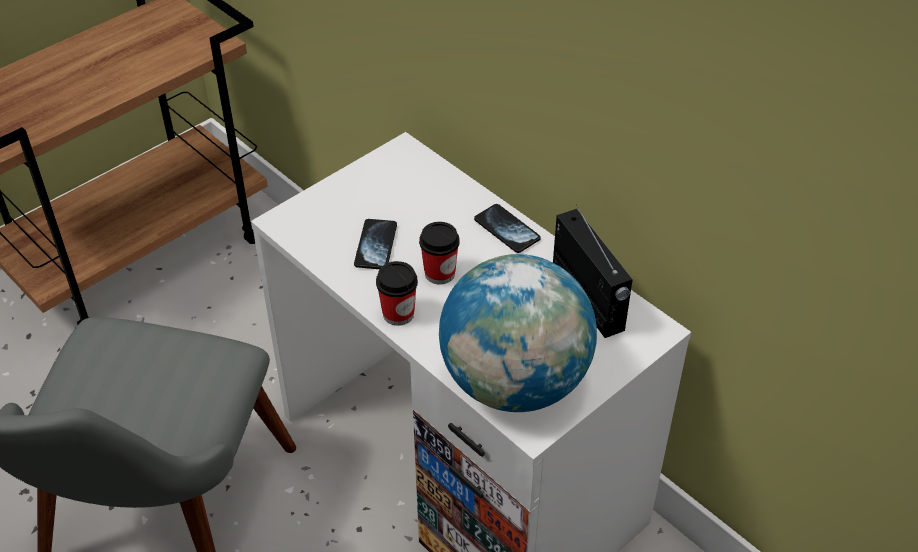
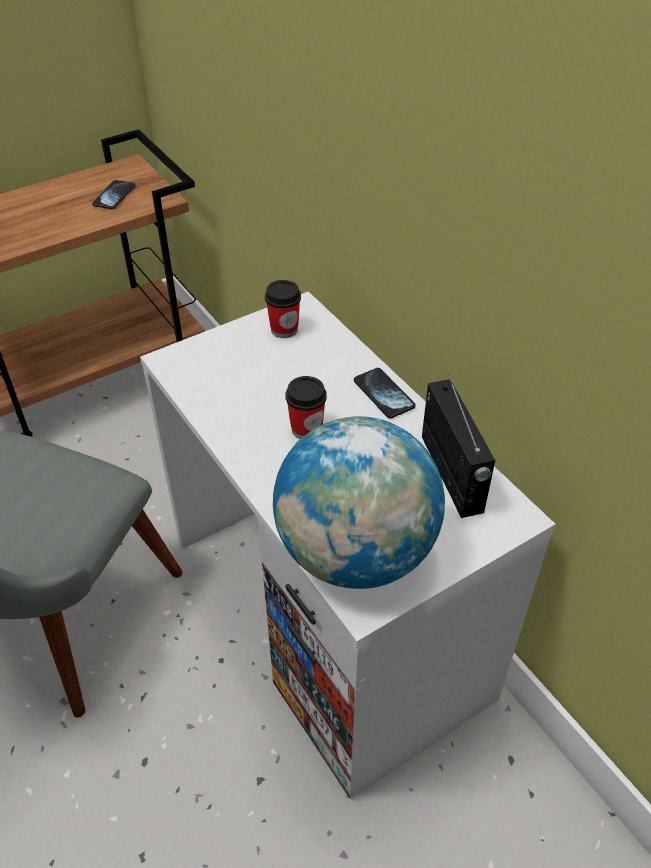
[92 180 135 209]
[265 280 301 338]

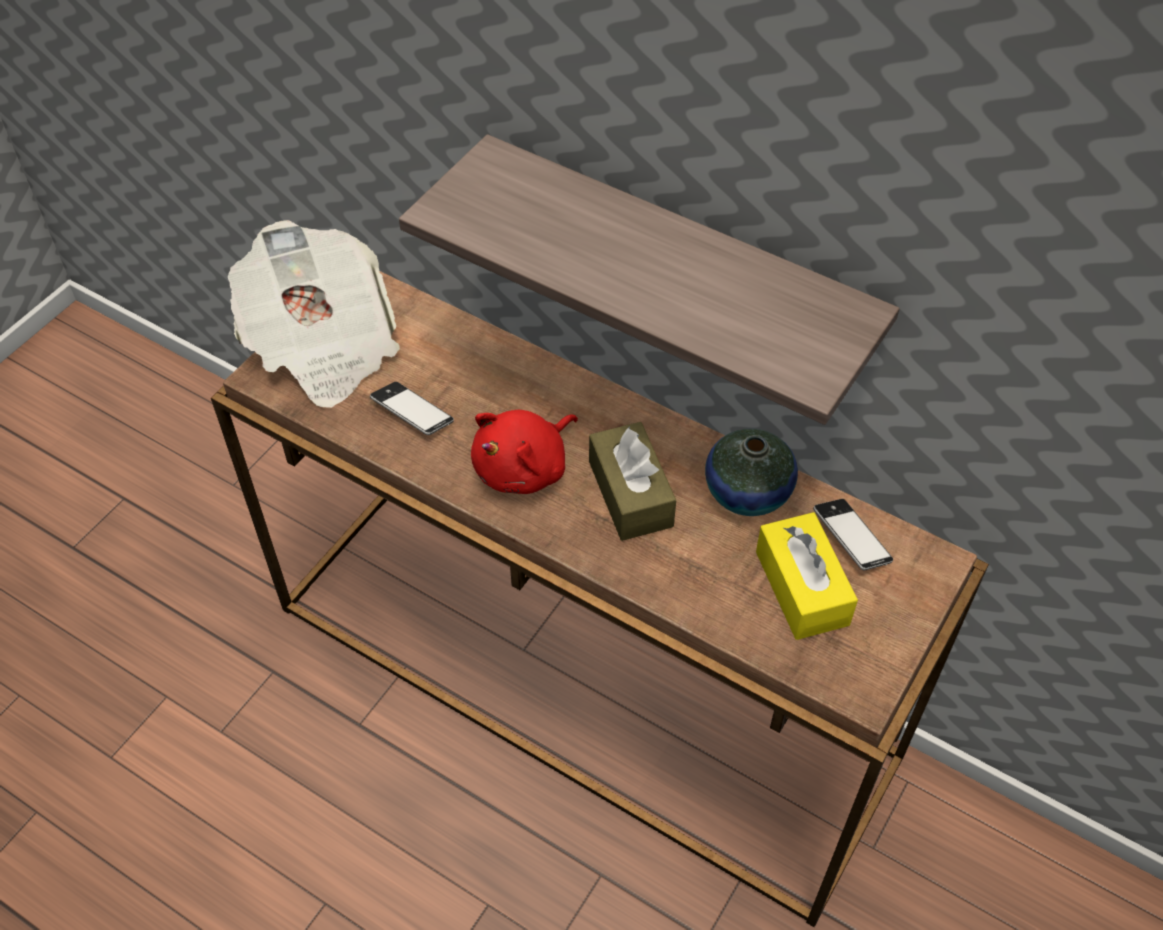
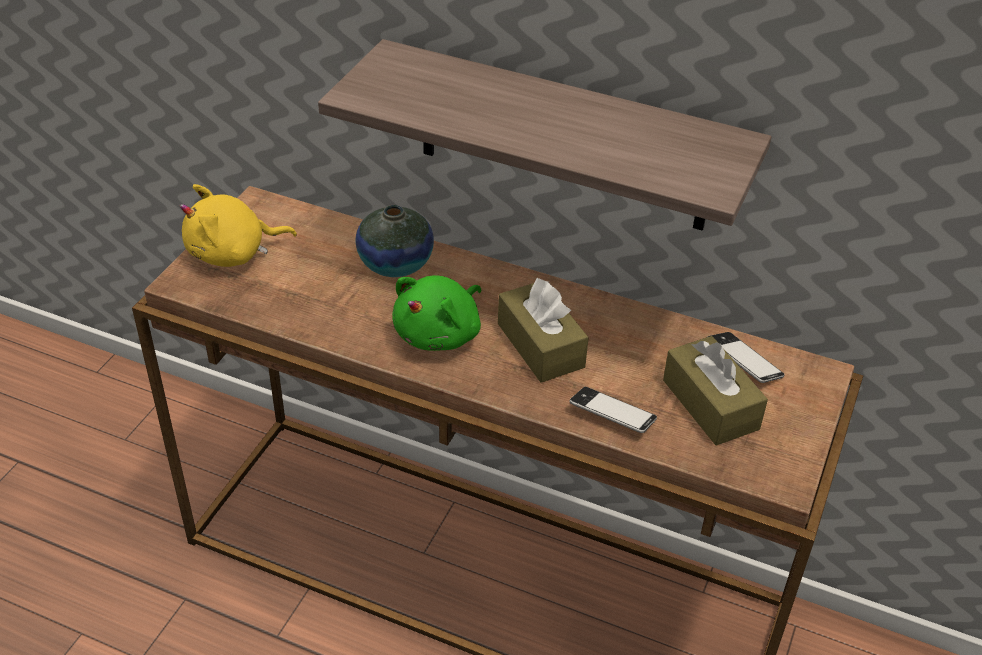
[569 387 657 433]
[356 205 434 277]
[180 184 297 267]
[392 275 481 351]
[663 336 768 445]

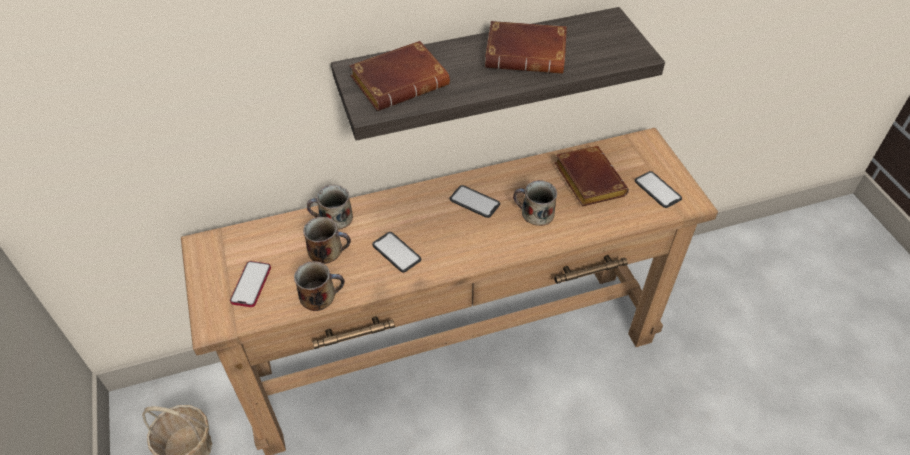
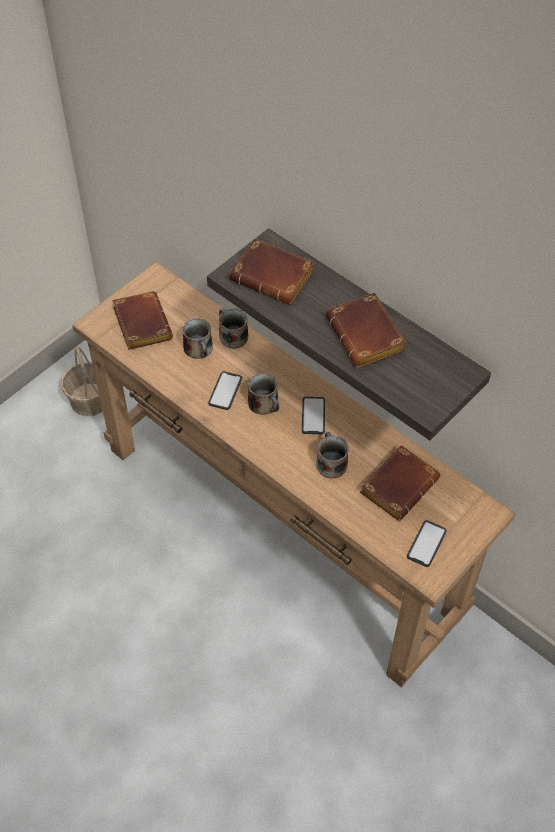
[248 373 279 415]
[113 291 173 350]

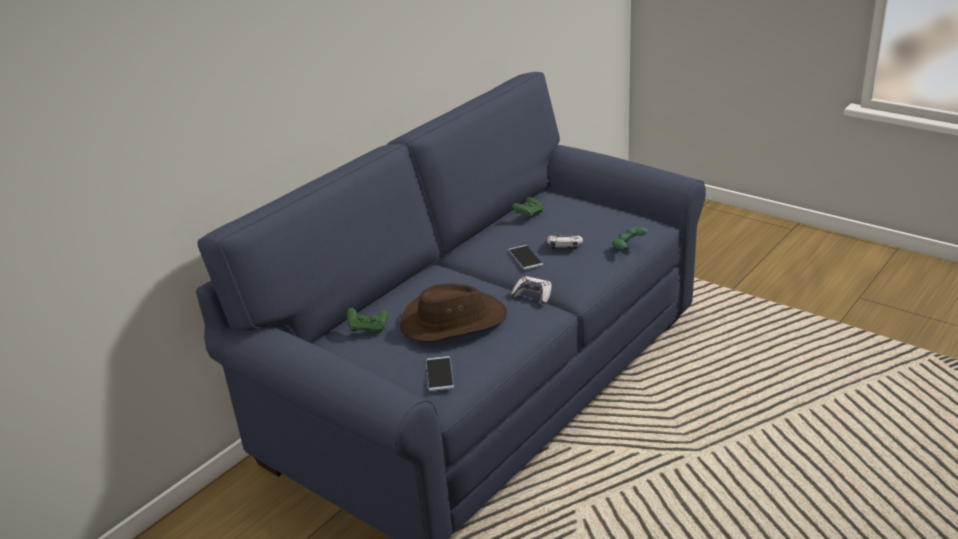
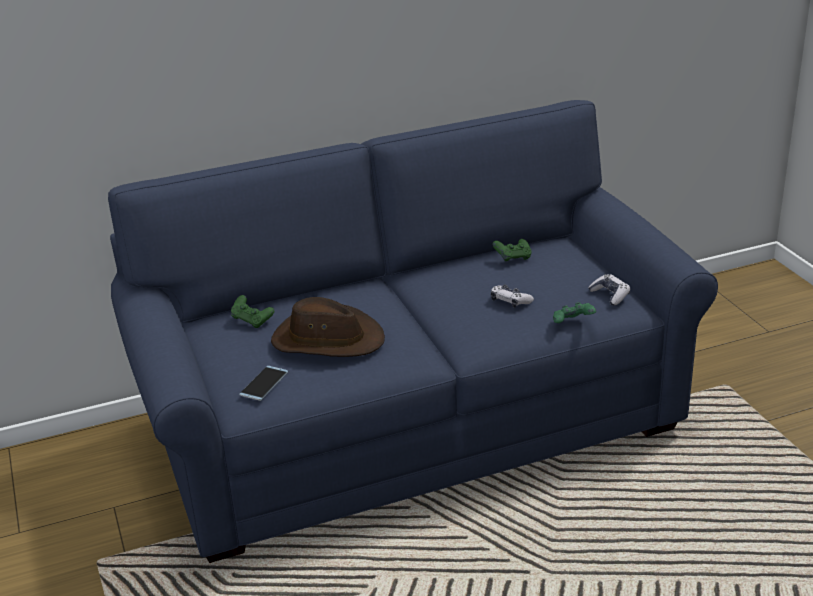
[508 245 543 270] (first image)
[588 274 630 306]

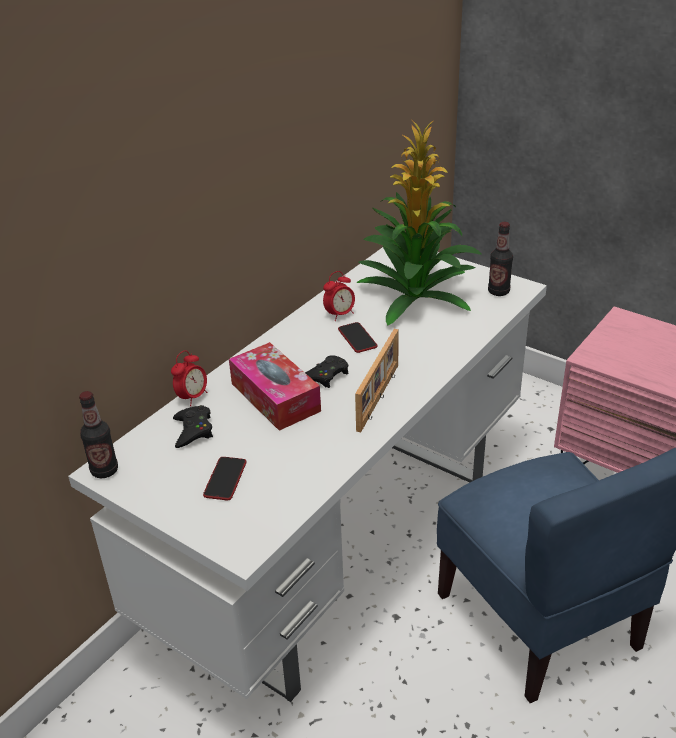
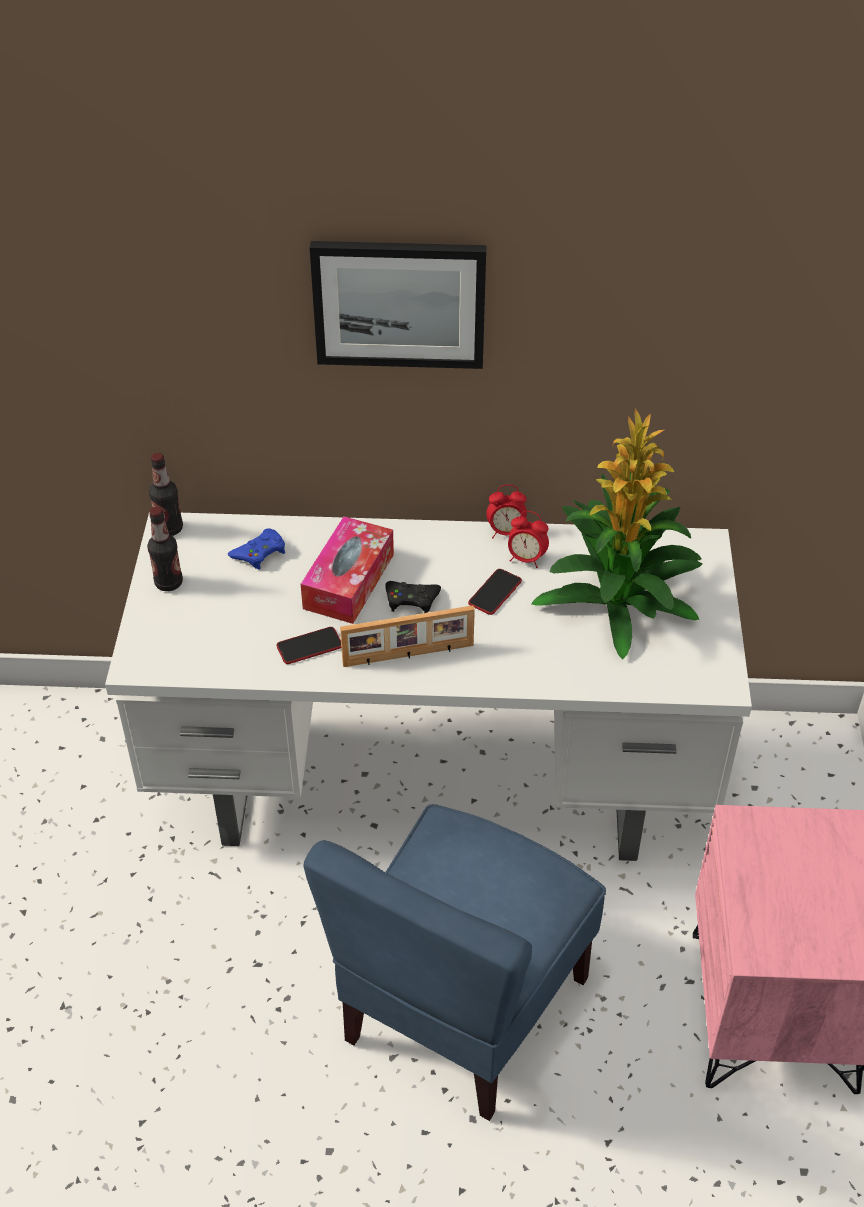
[310 241 487 369]
[486 485 527 538]
[276 627 341 664]
[147 507 183 591]
[228 528 285 570]

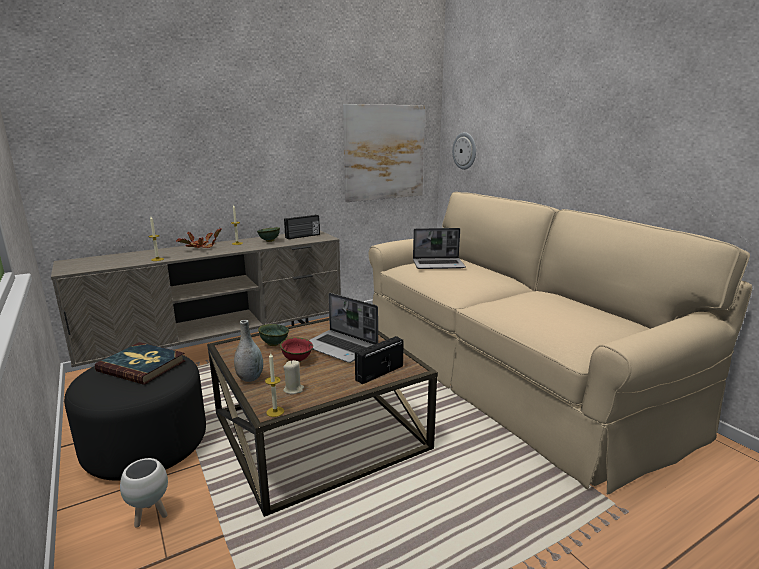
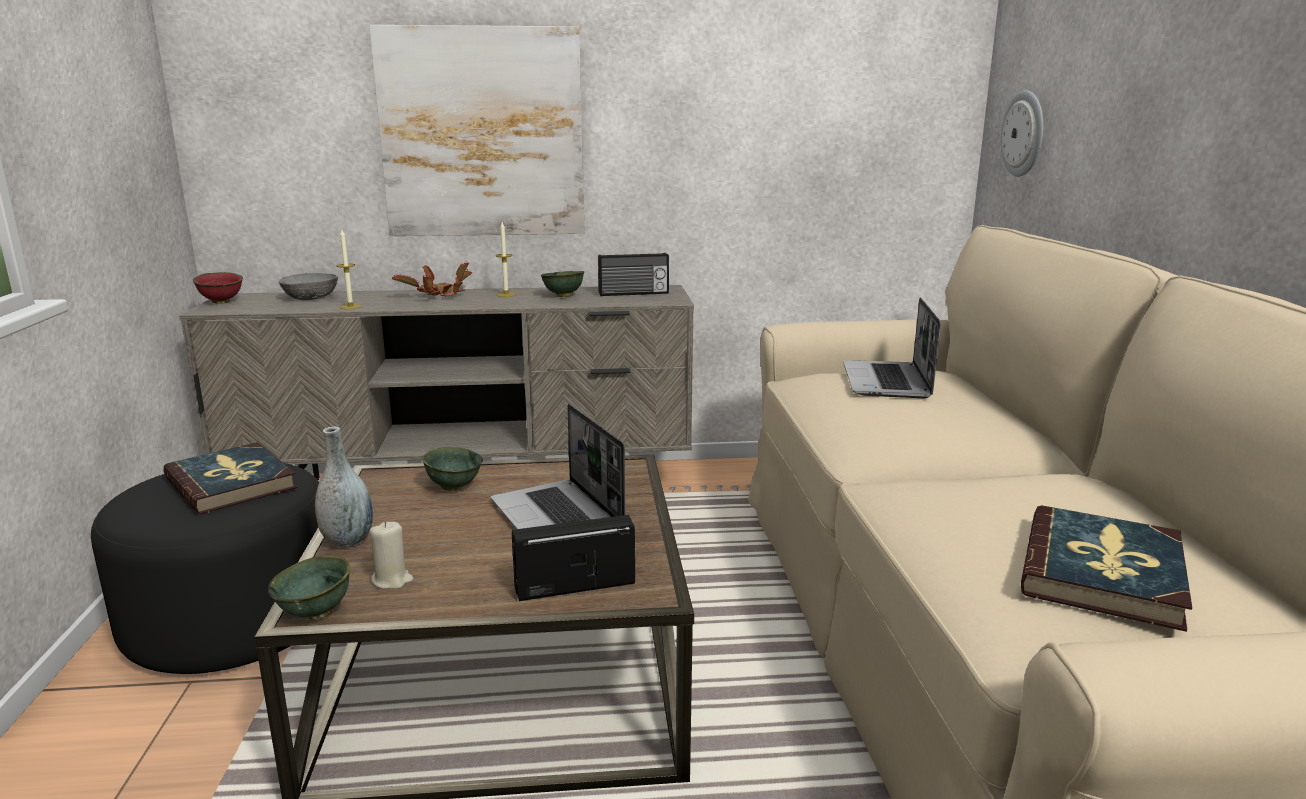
[120 458 168 528] (first image)
[279 273 338 300]
[1021 505 1192 632]
[193 272 243 304]
[369 25 585 236]
[268 556 350 620]
[843 297 940 398]

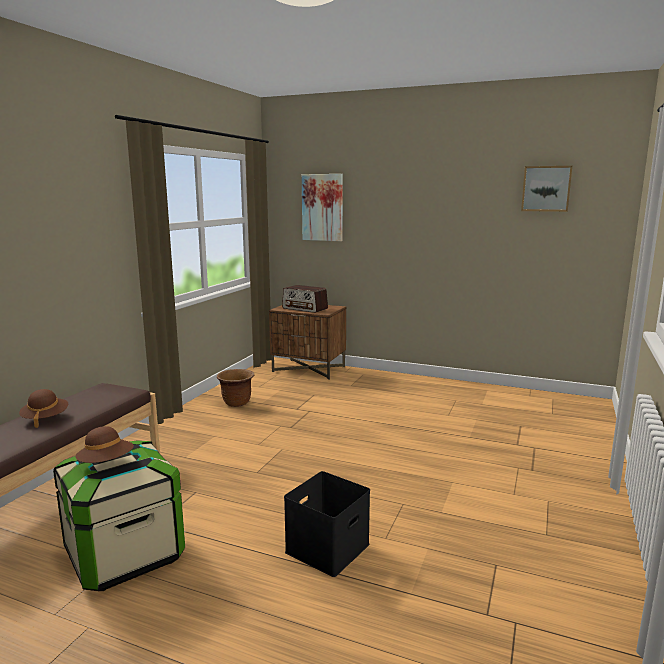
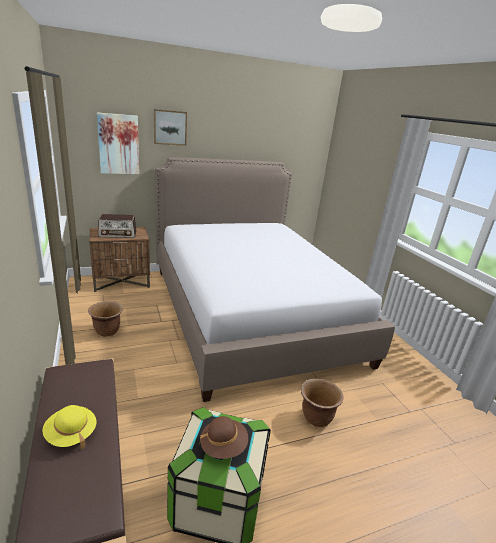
[155 157 395 402]
[154 109 187 146]
[301 379 343 427]
[42 405 97 449]

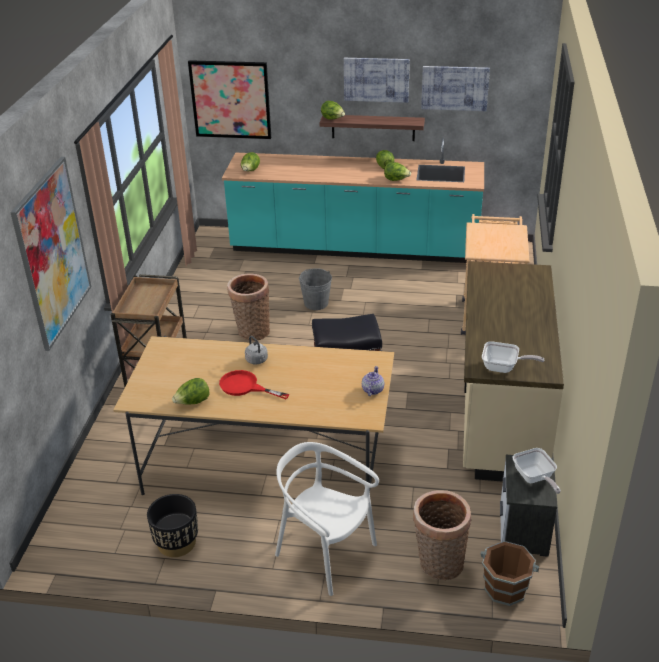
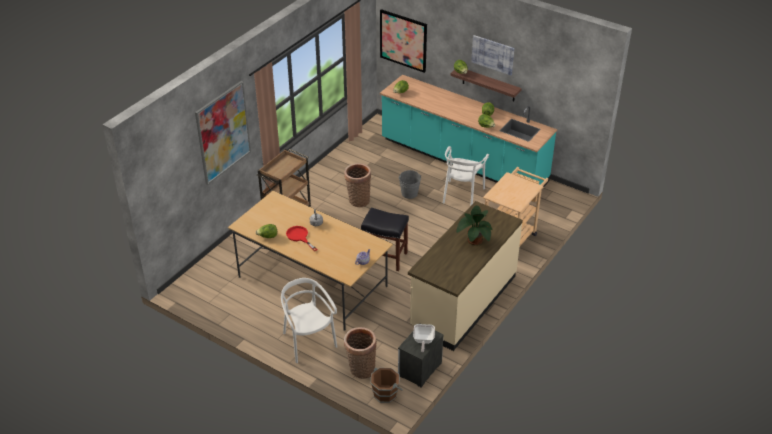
[147 494 198 557] (first image)
[421 66 490 111] (first image)
[482 341 544 373] (first image)
[443 146 489 206]
[456 205 492 245]

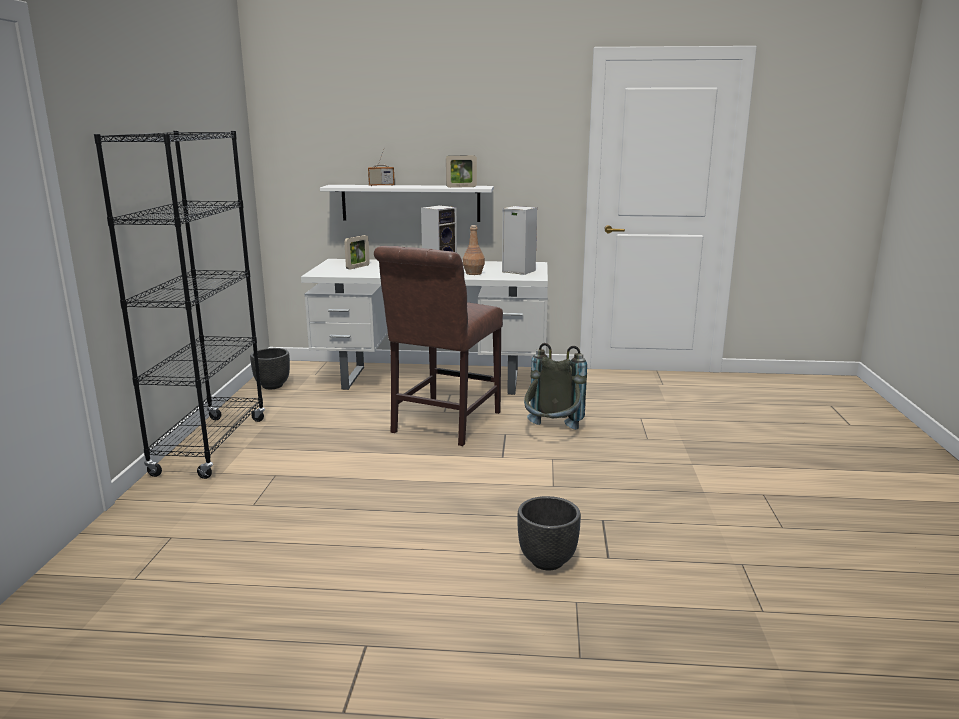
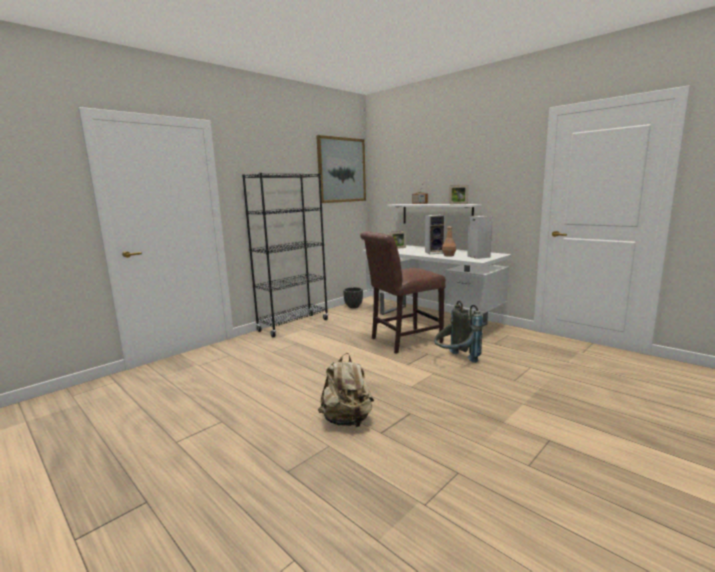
[316 135 366 203]
[318 353 374 427]

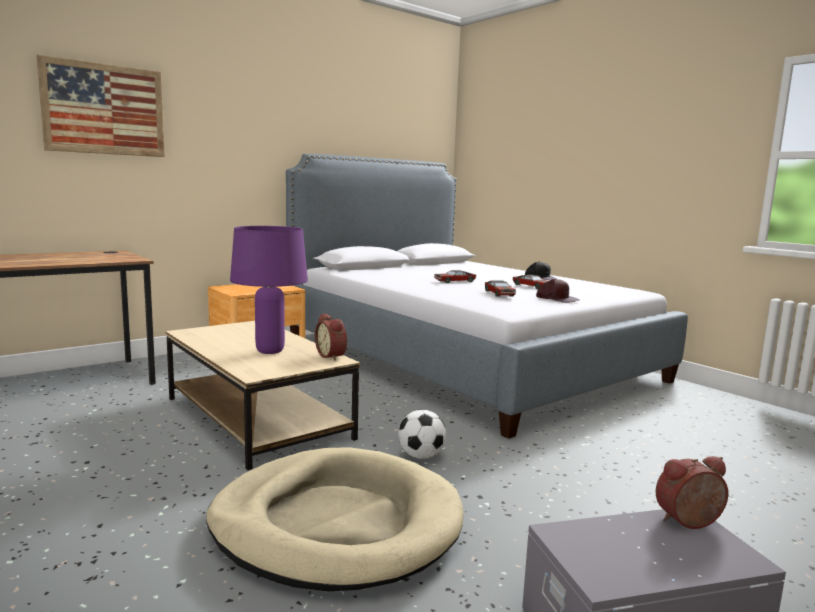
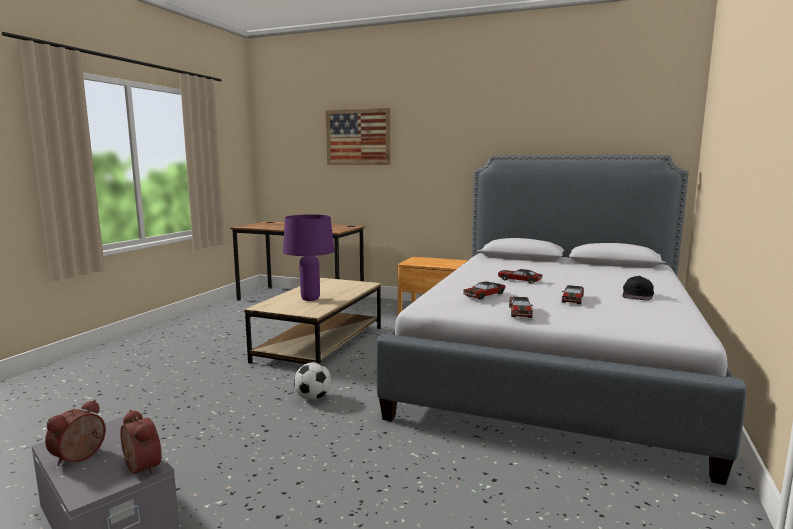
[206 447 463 591] (first image)
[45 400 106 466]
[509 297 533 318]

